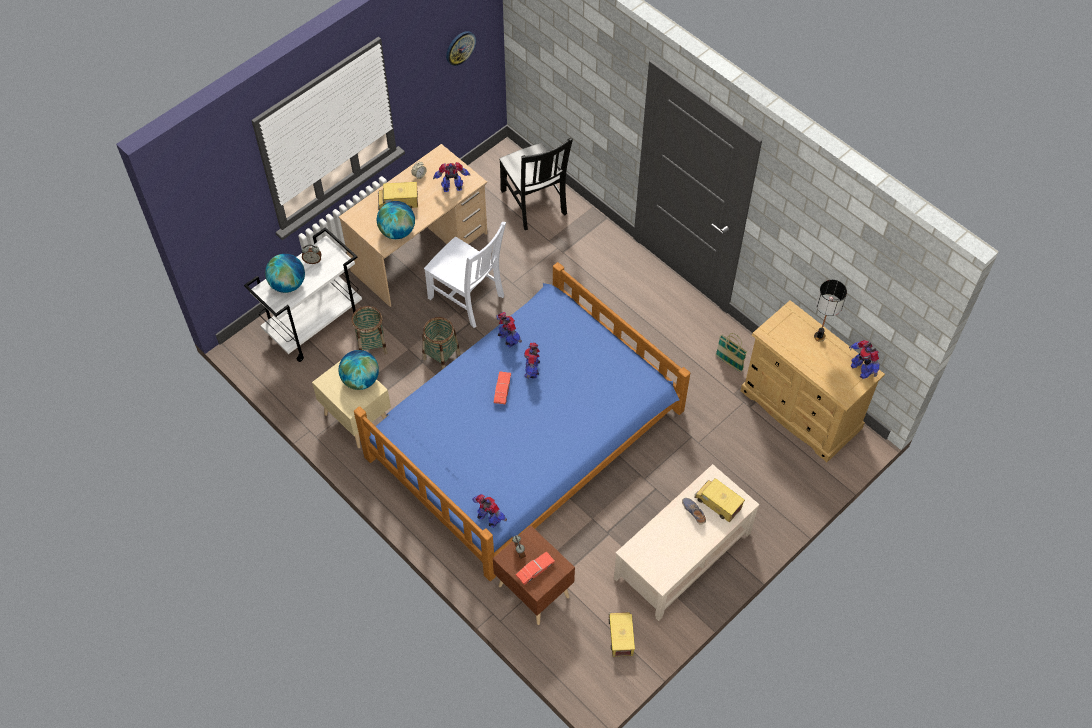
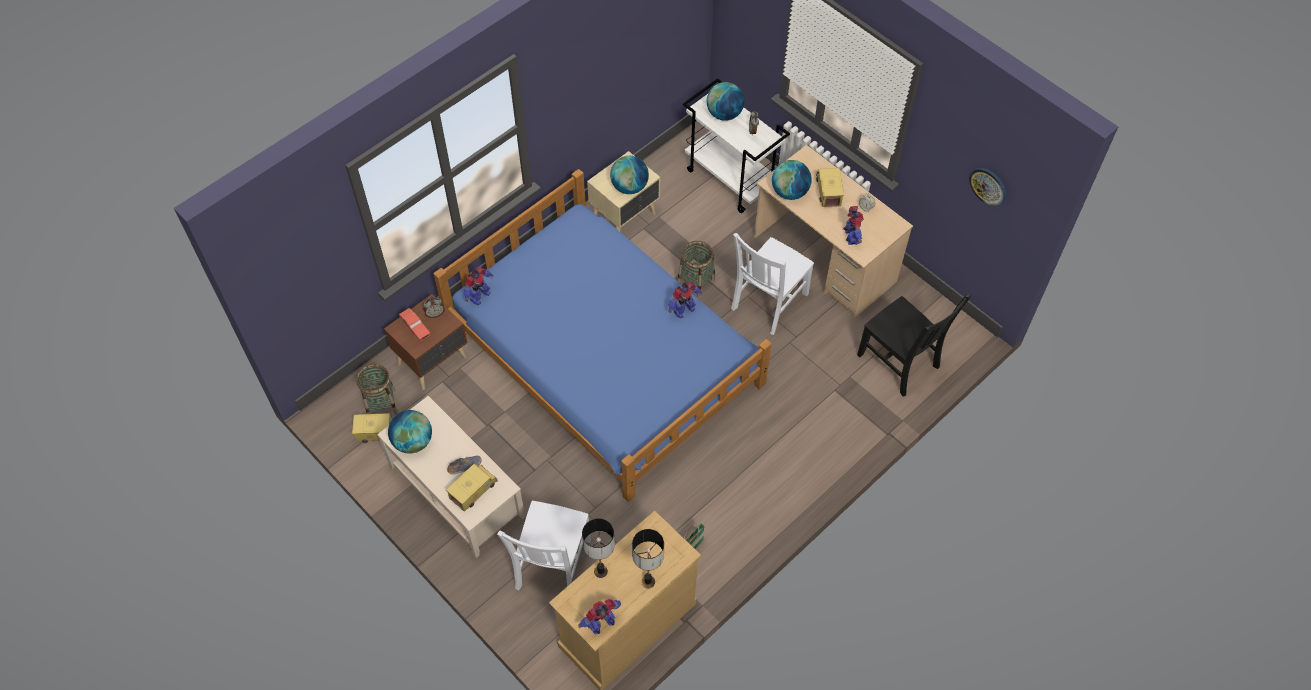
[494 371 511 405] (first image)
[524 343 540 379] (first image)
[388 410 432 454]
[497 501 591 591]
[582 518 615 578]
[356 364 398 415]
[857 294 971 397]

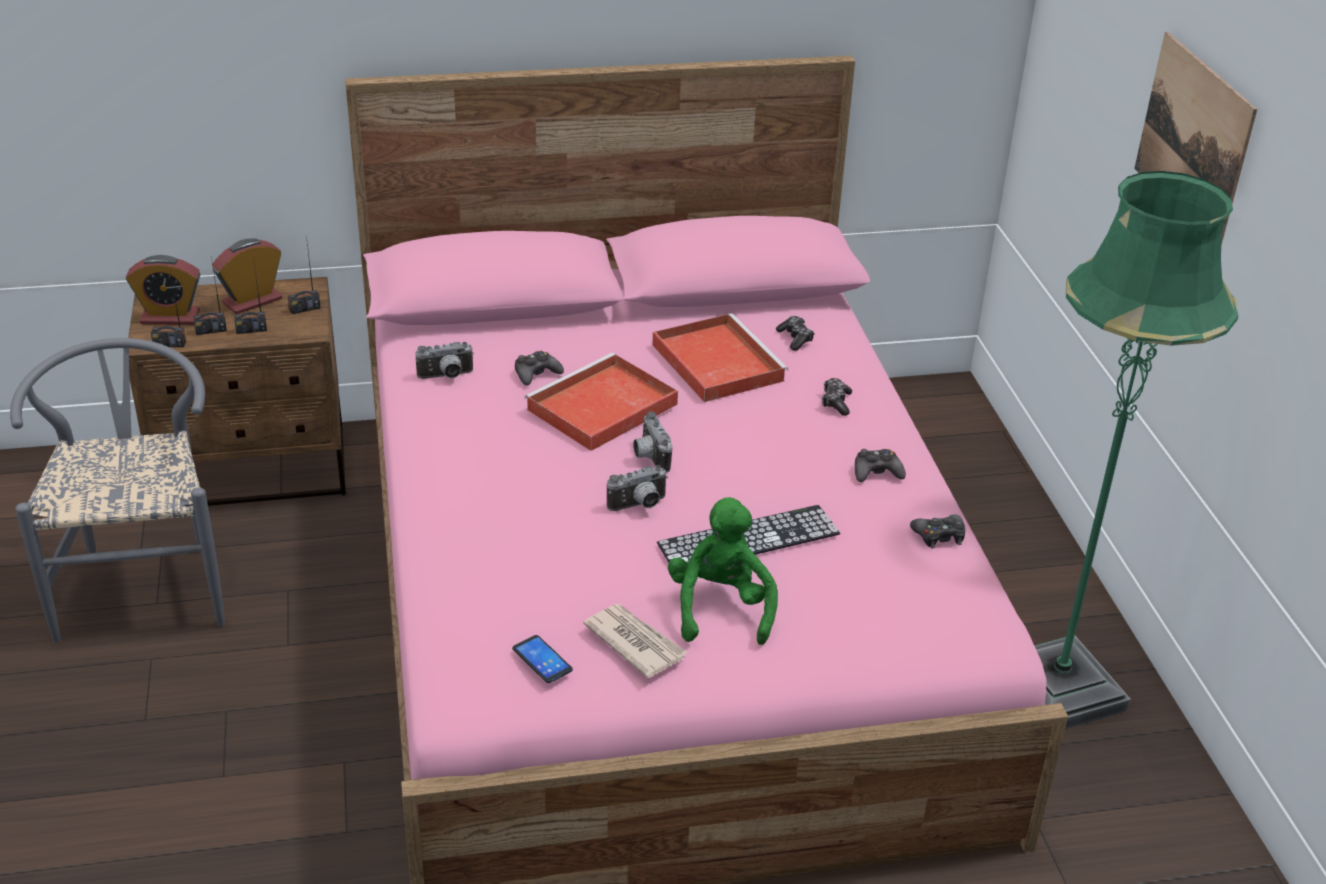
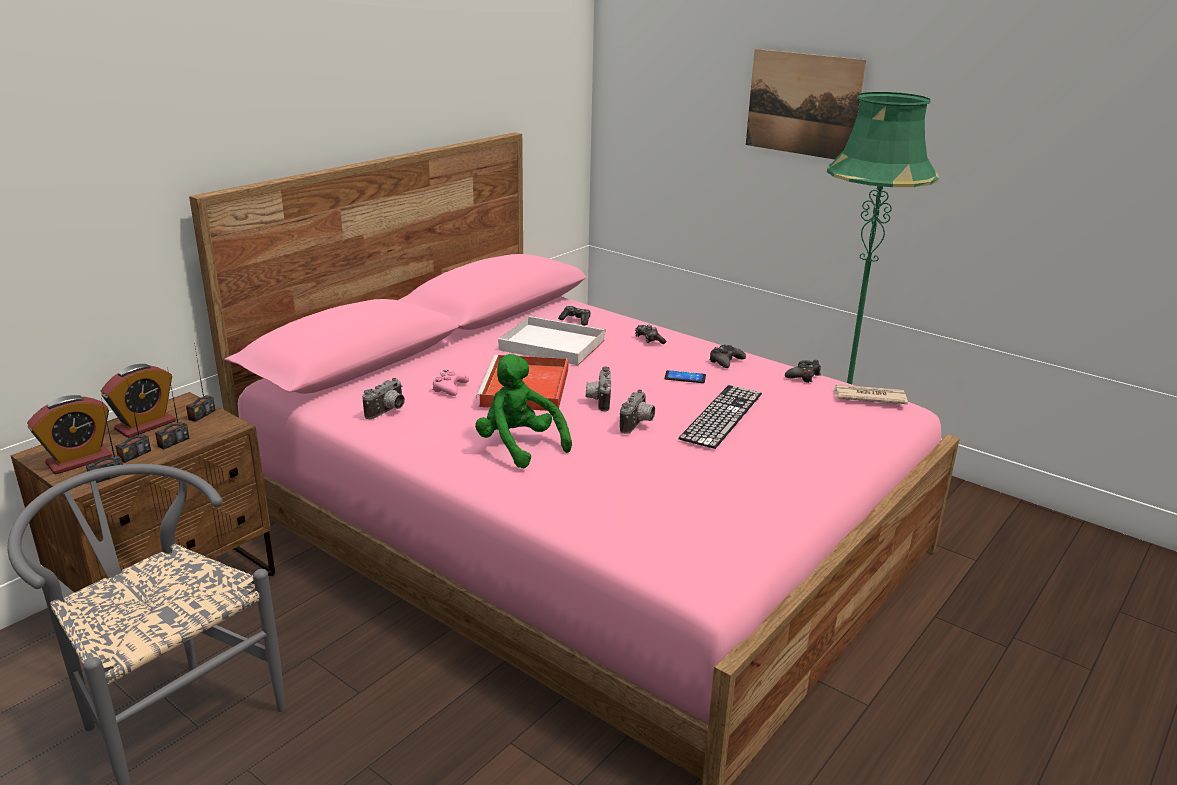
[664 370 706 383]
[833 384 908 404]
[475 354 572 468]
[432 370 469 396]
[498 316 606 365]
[101 364 176 438]
[586 366 611 411]

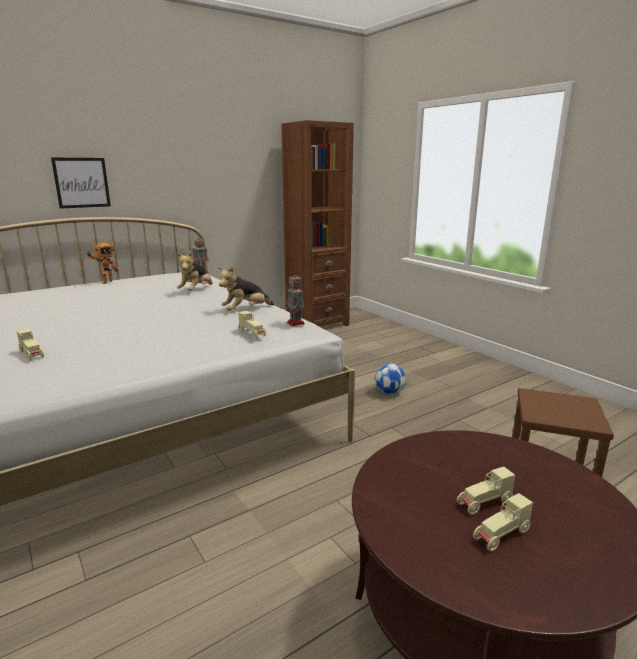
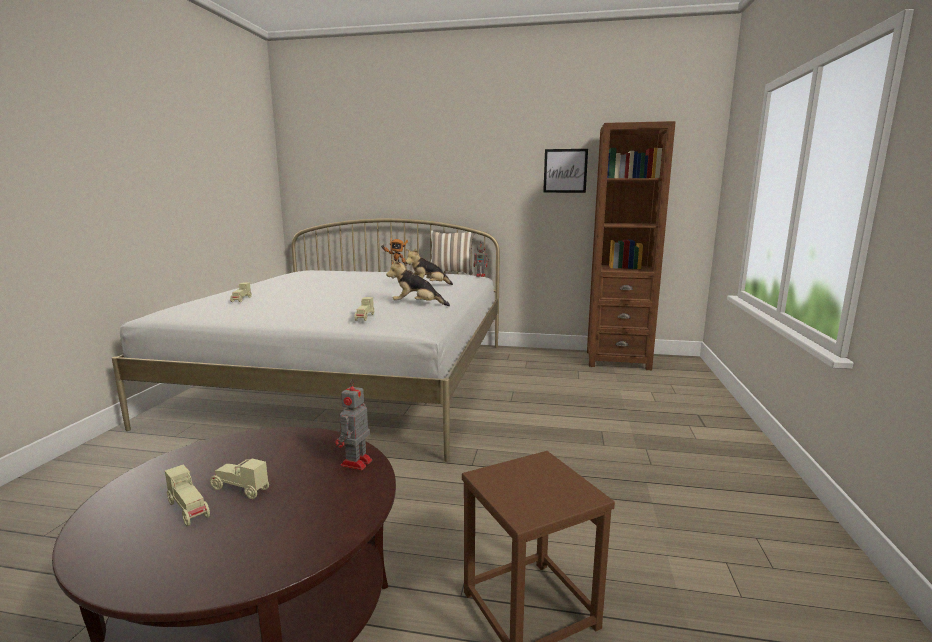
[375 363 406 394] (first image)
[430 230 475 275]
[543 149 588 193]
[335 379 372 470]
[165 465 210 526]

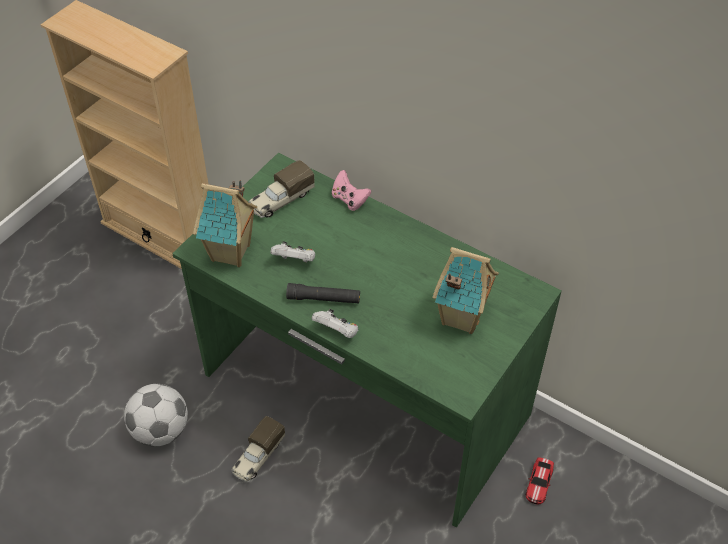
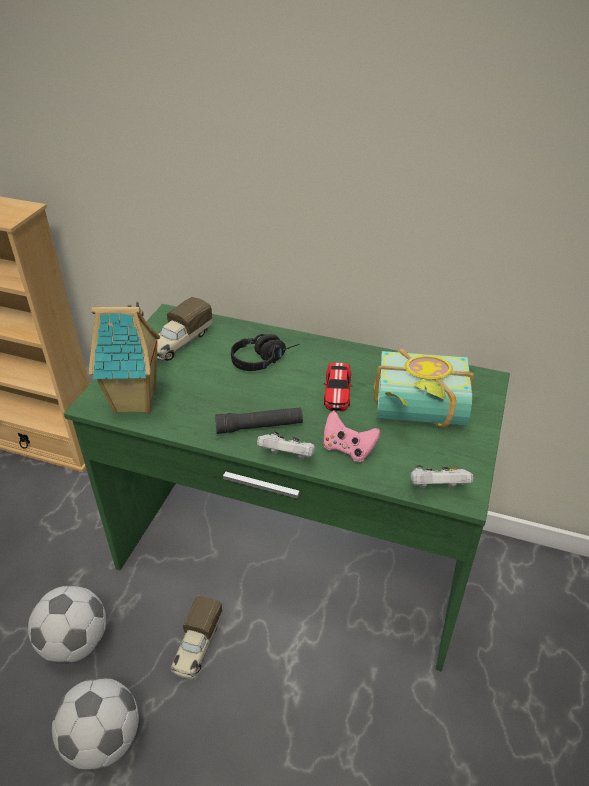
[52 677 139 770]
[231 334 300 371]
[410 465 473 488]
[323 411 381 462]
[324 363 352 412]
[374 349 474 428]

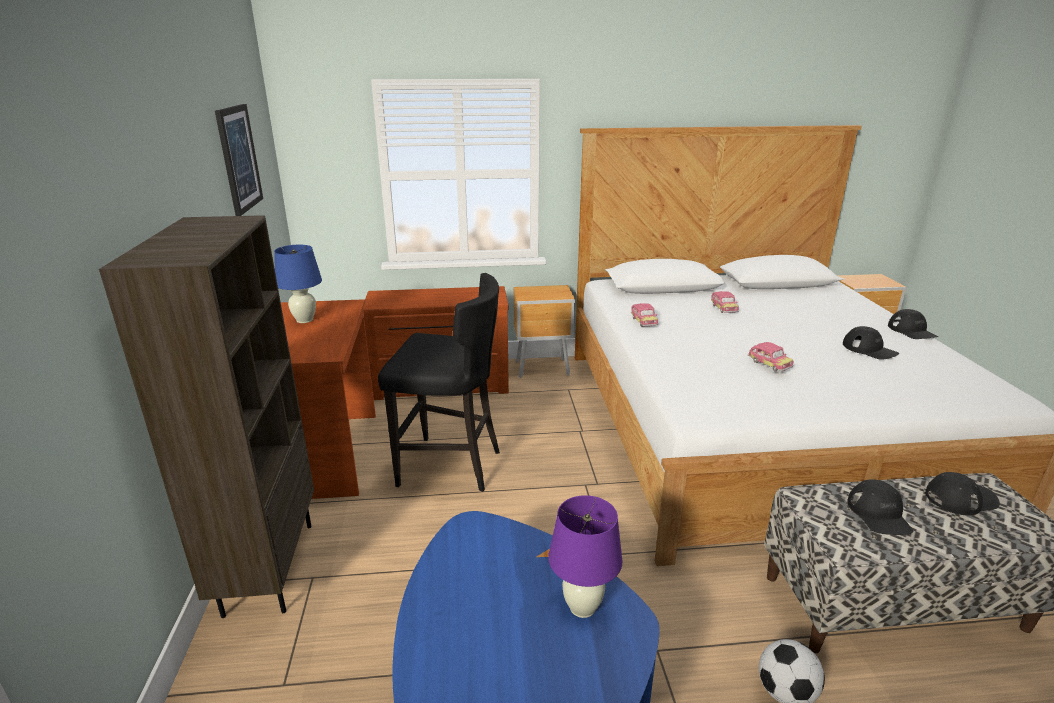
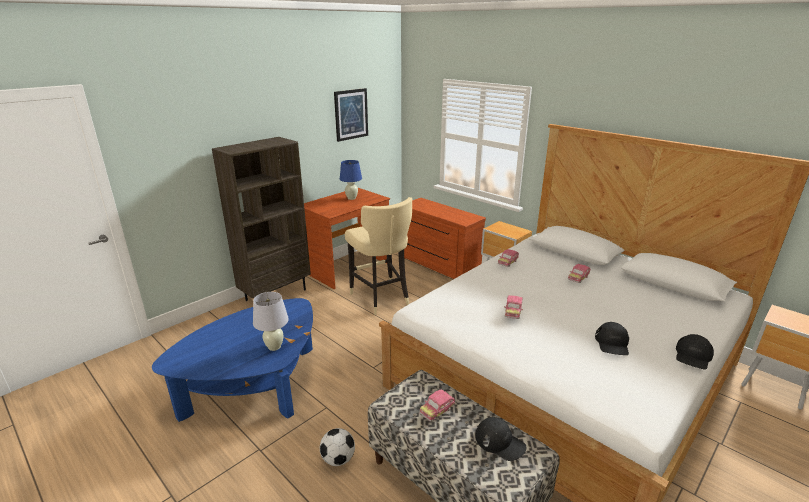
[419 389 455 422]
[345 197 412 315]
[253 292 289 351]

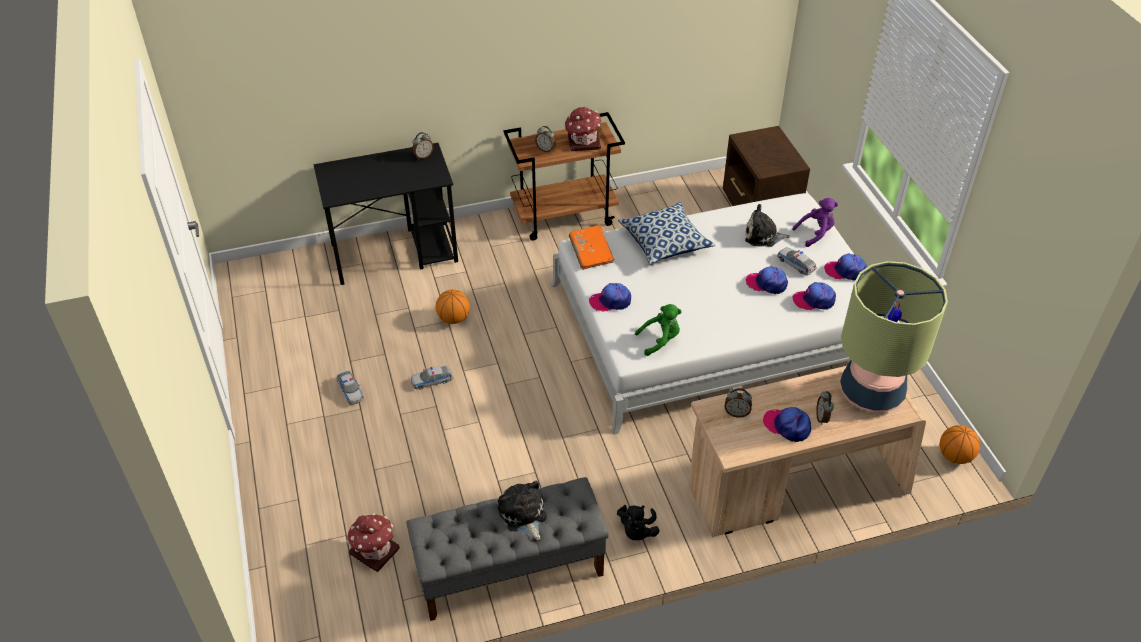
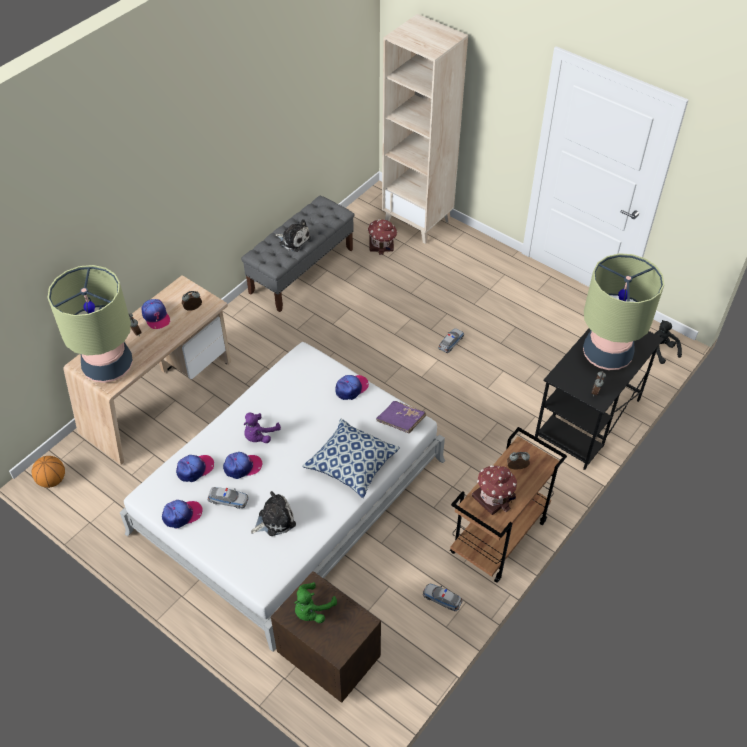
[436 290 470 324] (first image)
[382 14 468 244]
[583 253 664 370]
[423 584 463 611]
[655 320 682 364]
[294 582 337 623]
[243 412 281 443]
[376 401 426 434]
[141 299 170 329]

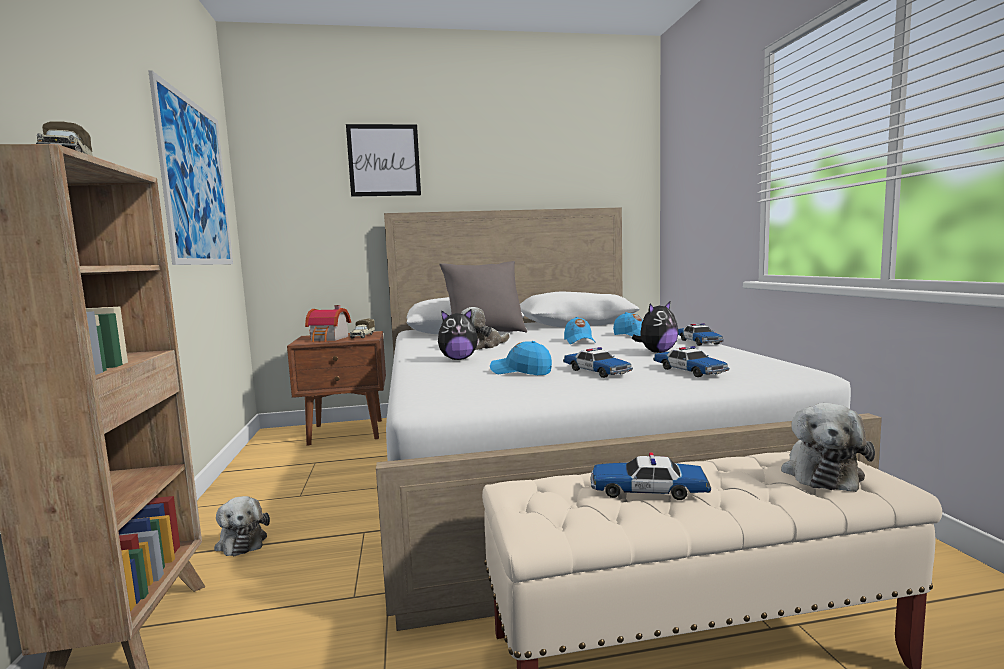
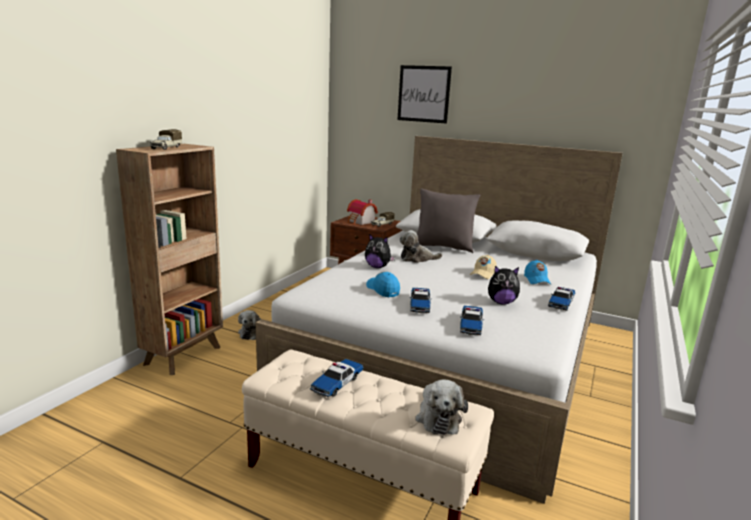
[148 70 233 265] (first image)
[470 255 497 279]
[310 359 364 397]
[415 379 468 435]

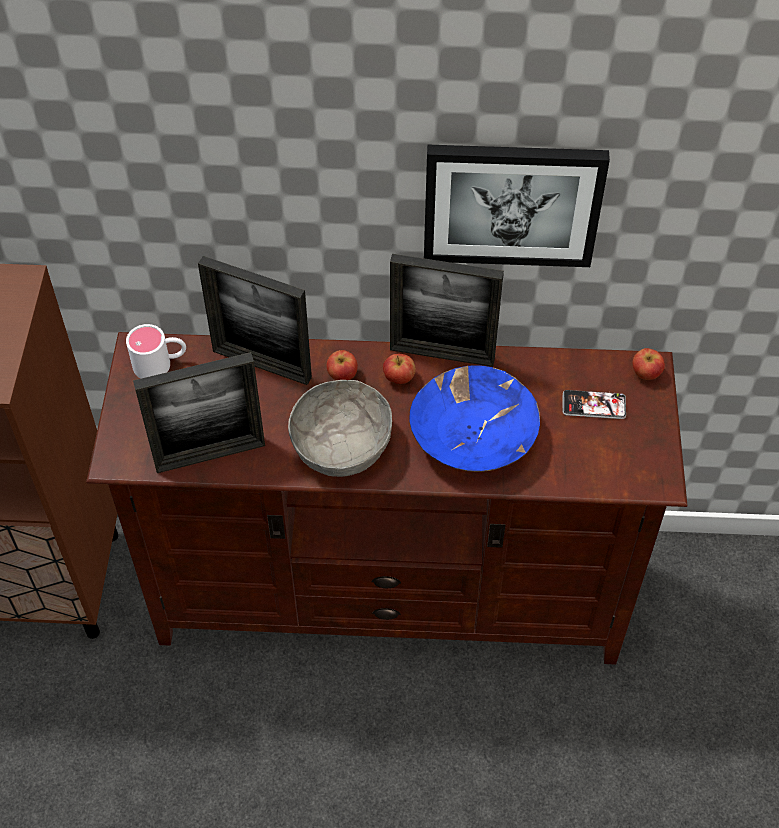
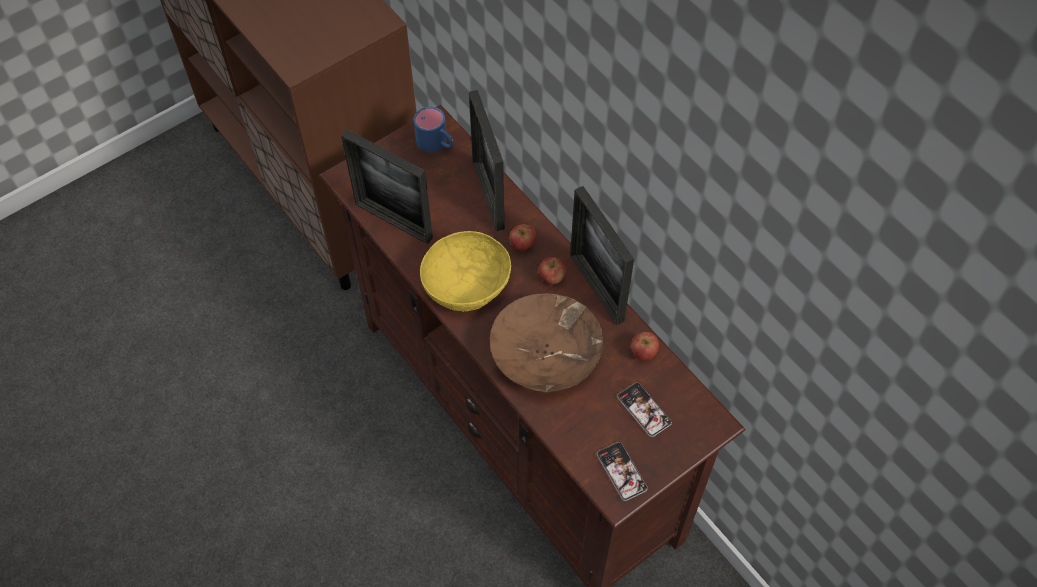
[424 145 610 267] (first image)
[597 442 648 501]
[631 332 659 360]
[414 107 454 152]
[420 231 511 311]
[490 293 603 393]

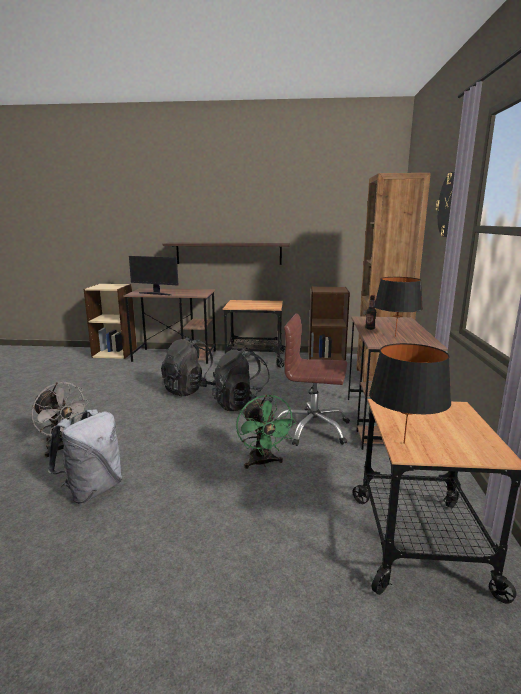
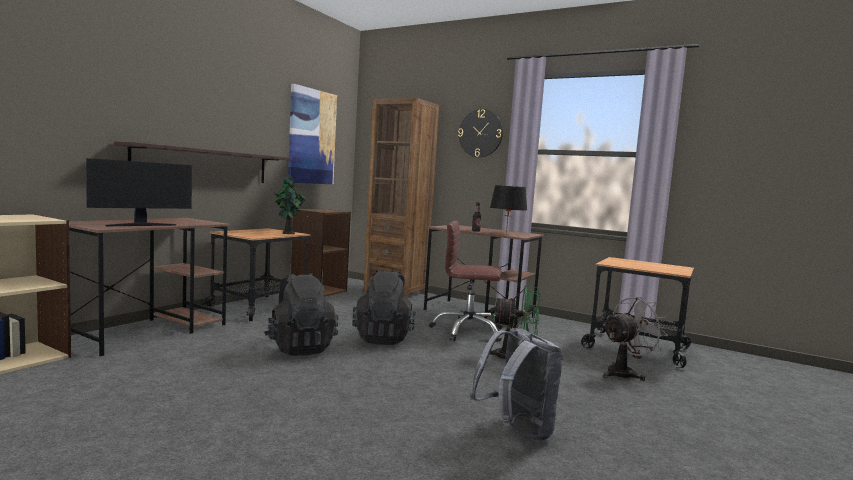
[369 343 451 444] (first image)
[275 174 305 234]
[288 84 337 184]
[603 297 668 381]
[429 221 503 342]

